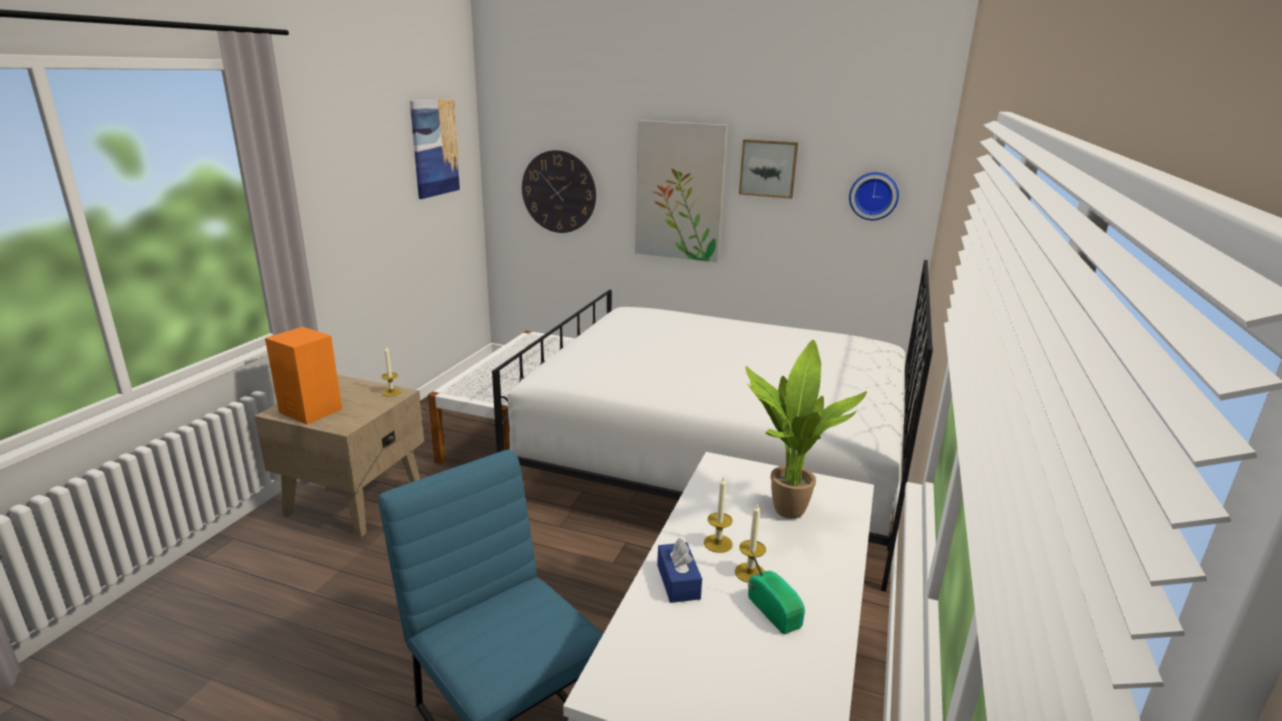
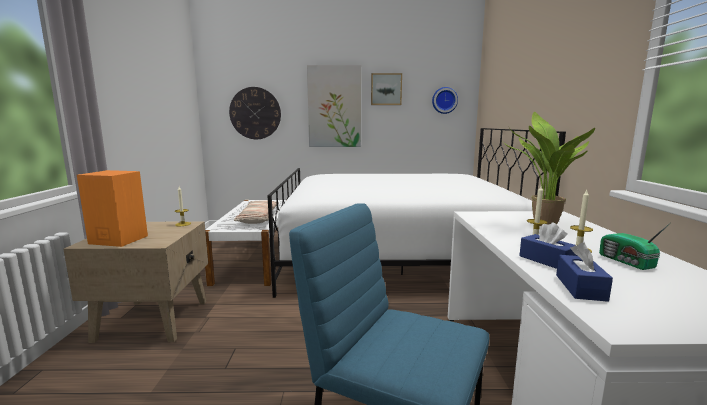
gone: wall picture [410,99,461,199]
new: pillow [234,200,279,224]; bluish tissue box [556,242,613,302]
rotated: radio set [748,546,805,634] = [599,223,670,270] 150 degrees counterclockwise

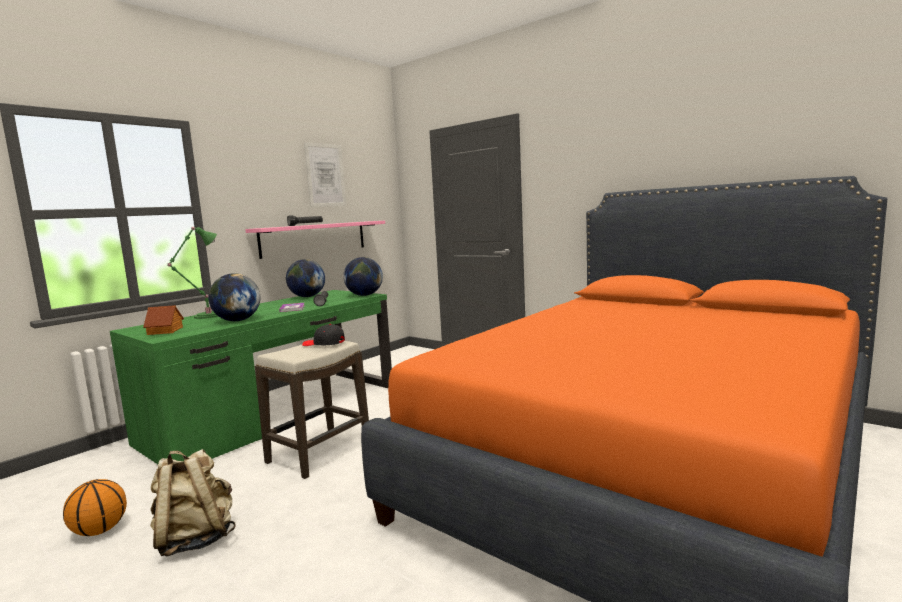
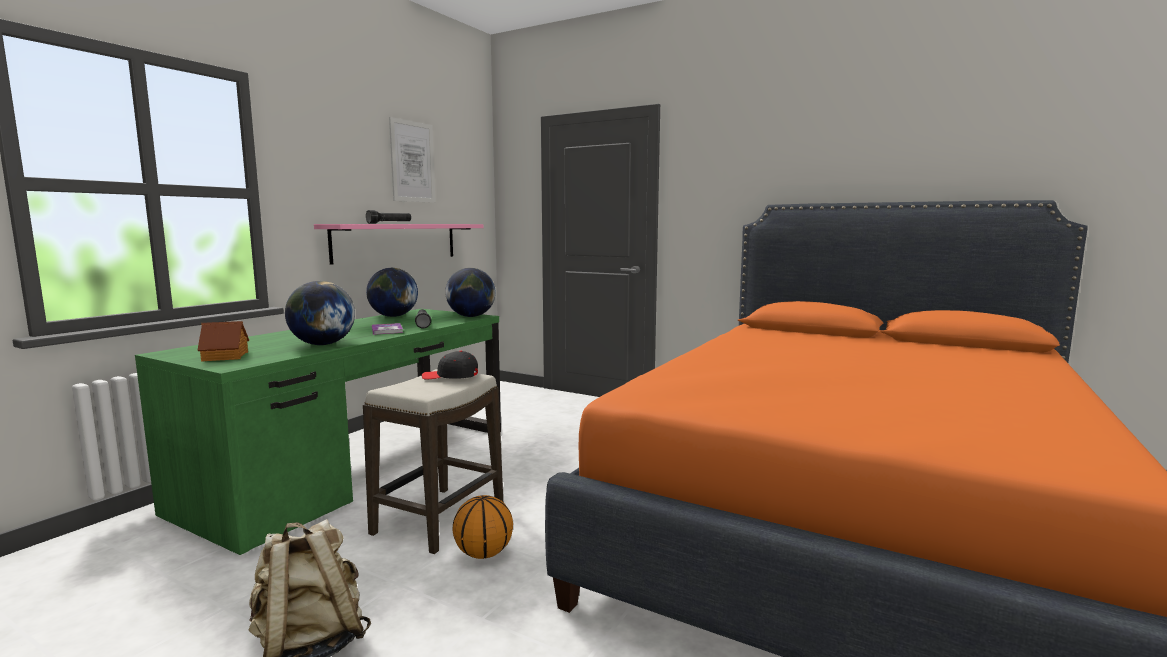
gone: greenish table lamp [167,227,219,319]
shifted: basketball [63,479,127,536] to [453,495,513,559]

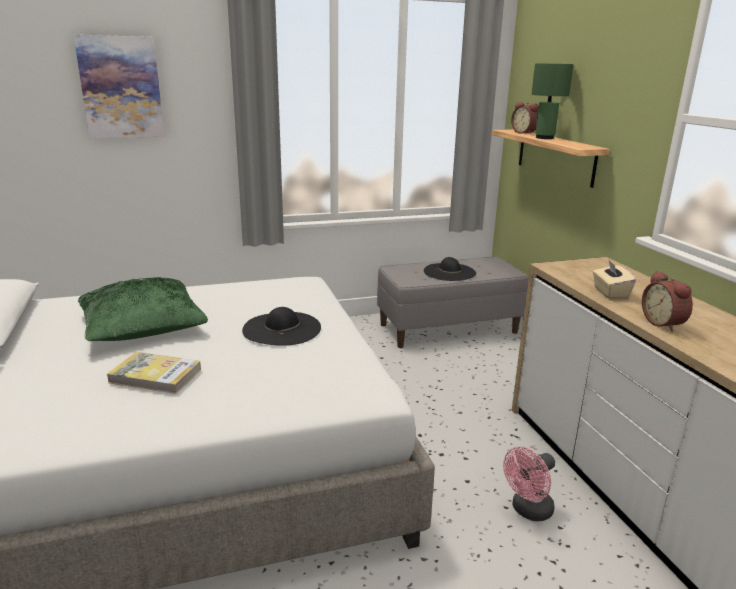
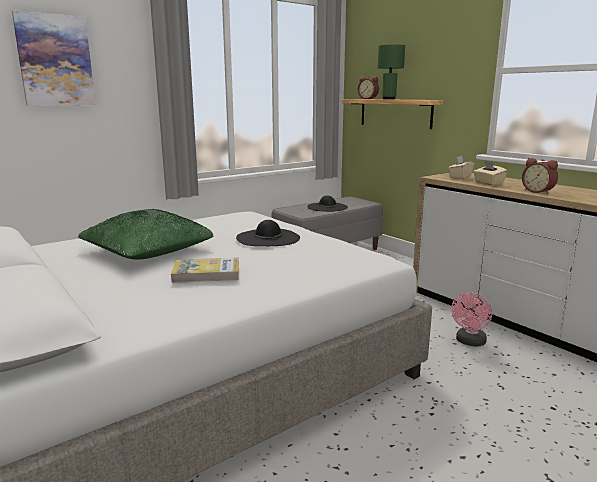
new: sand-coloured tissue box [448,156,474,179]

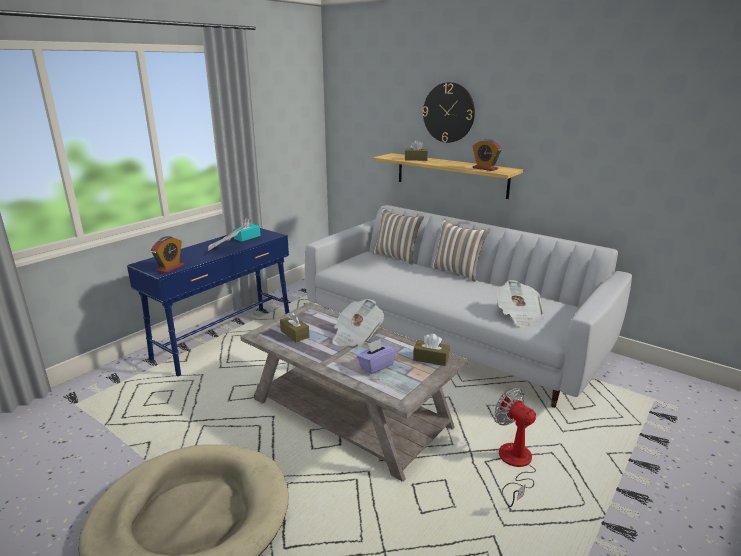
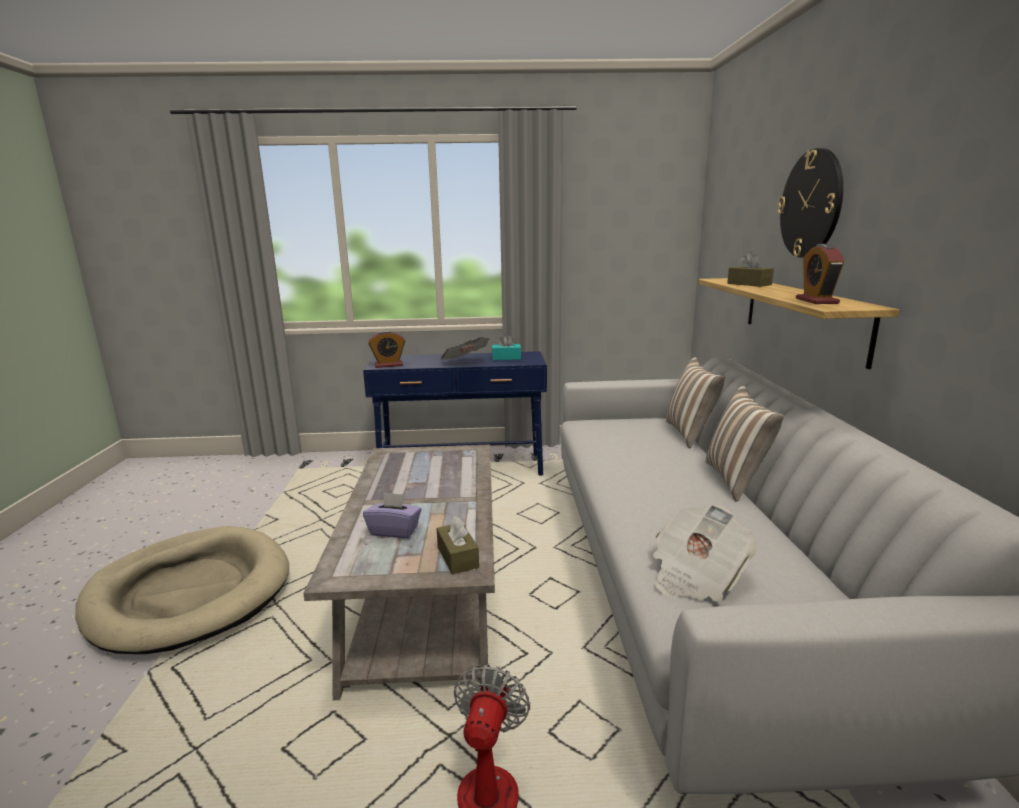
gone: brown tissue box [280,311,309,342]; daily paper [332,299,384,347]

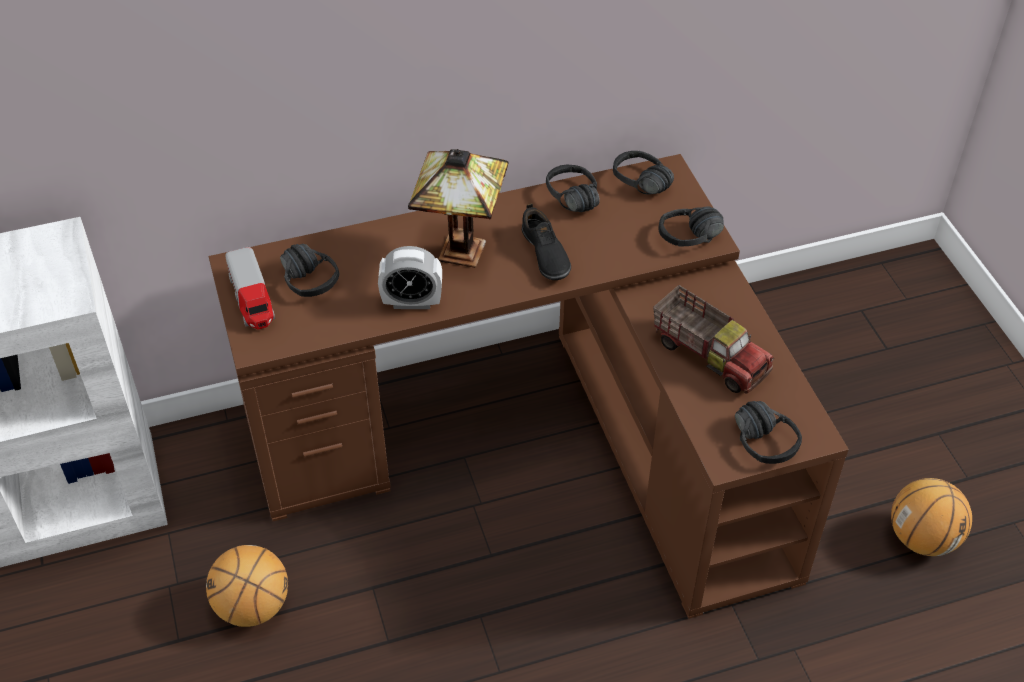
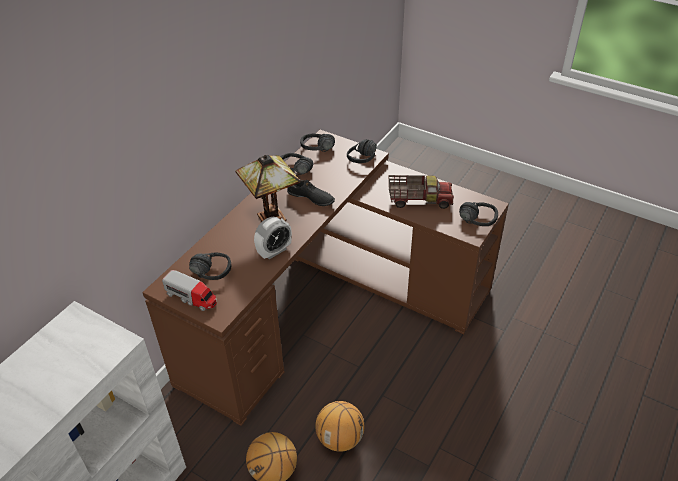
shifted: basketball [891,478,972,556] to [315,401,364,452]

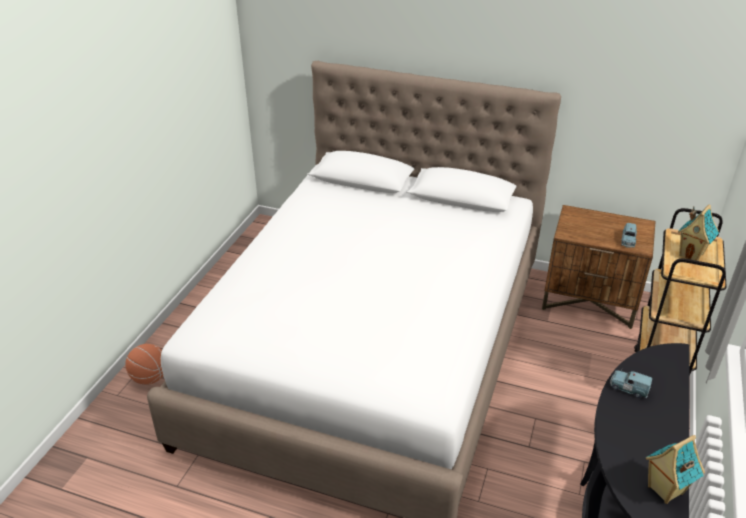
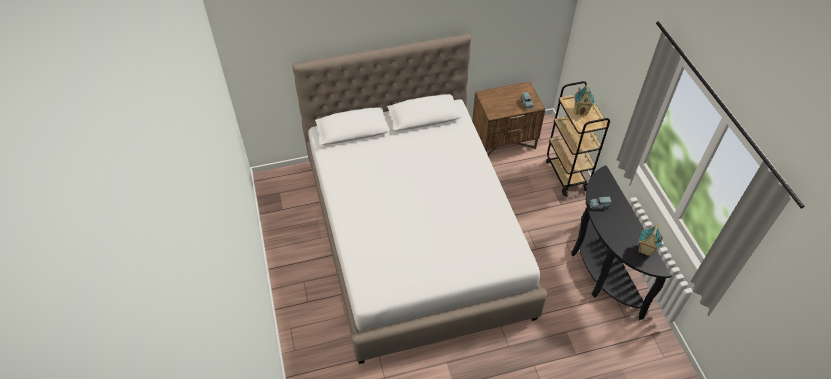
gone: basketball [125,344,163,385]

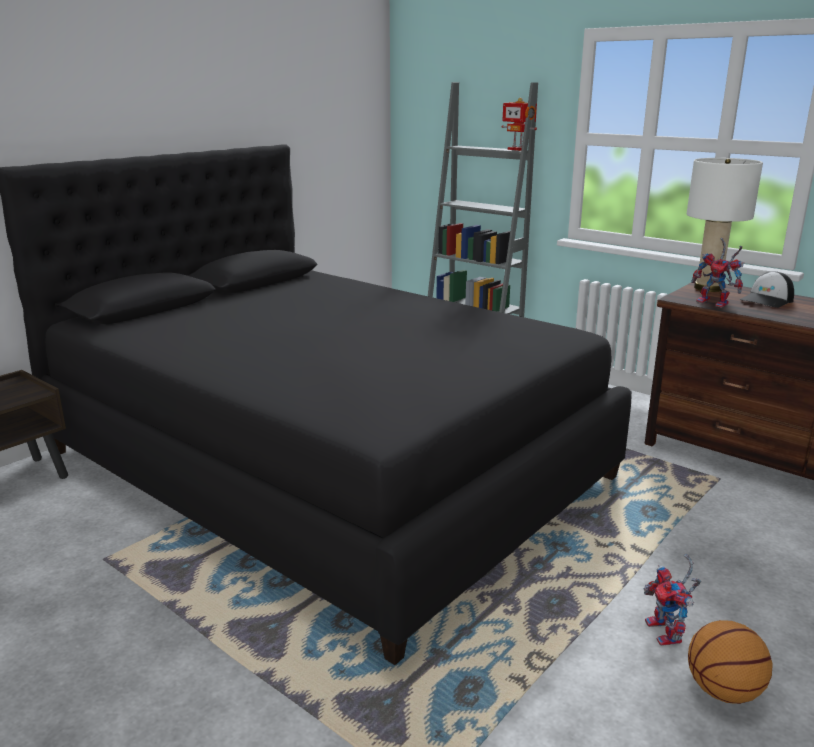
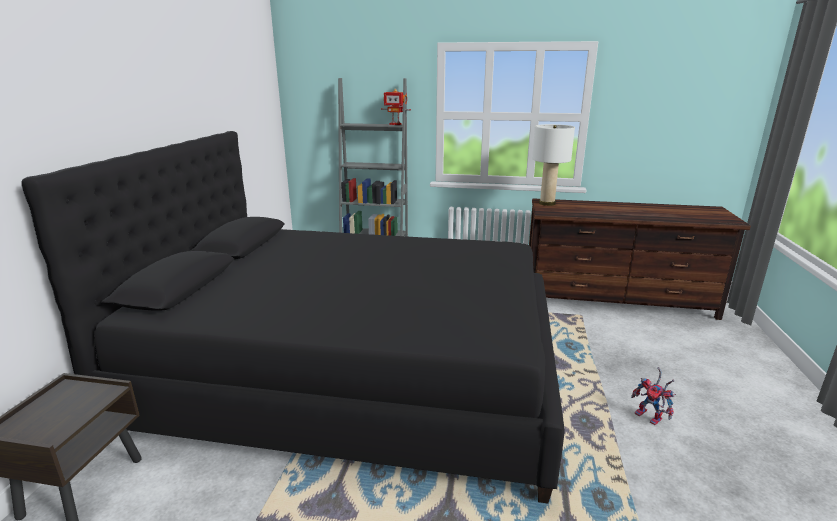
gone: basketball [688,620,773,704]; model robot [691,238,744,307]; peaked cap [739,271,794,308]

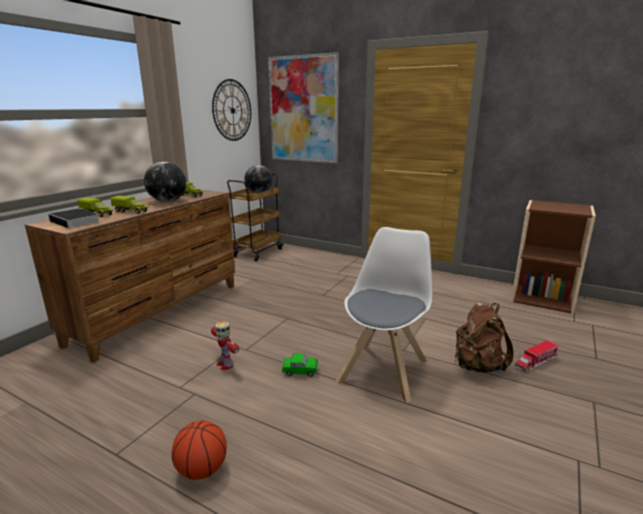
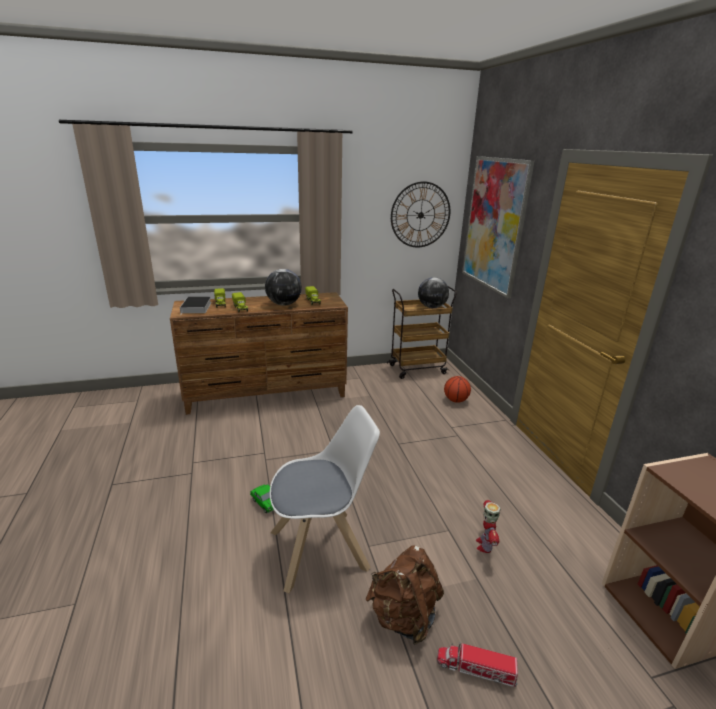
shifted: basketball [172,421,227,480] to [444,376,471,403]; model robot [211,321,239,370] to [476,500,501,553]

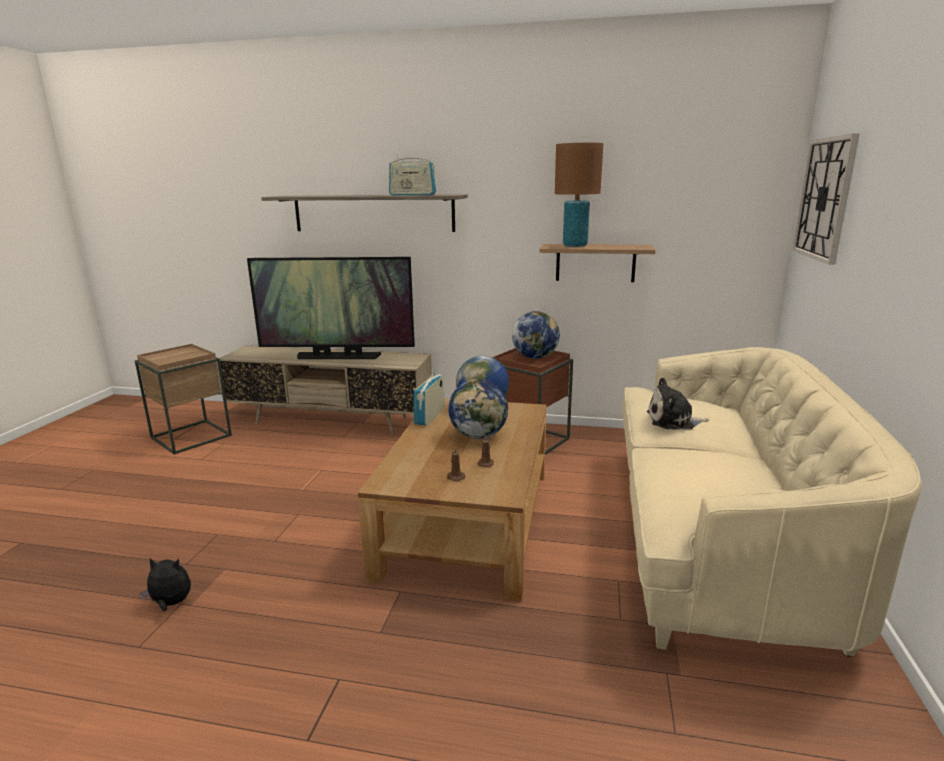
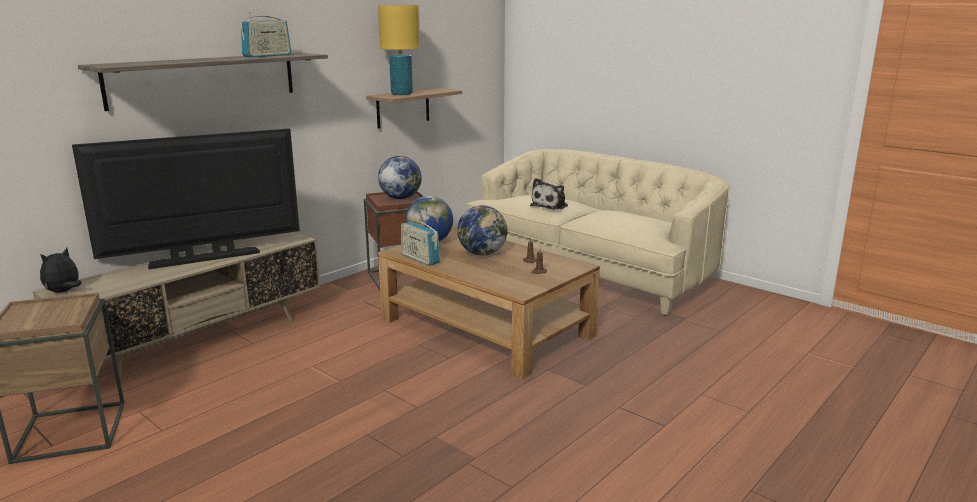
gone: wall clock [792,133,860,265]
shifted: soft toy [140,558,191,612] to [40,248,82,293]
repainted: brown table lamp [555,143,604,247] to yellow-coloured table lamp [378,5,420,95]
rotated: TV set [247,257,415,359] = [72,128,300,269] 150 degrees counterclockwise

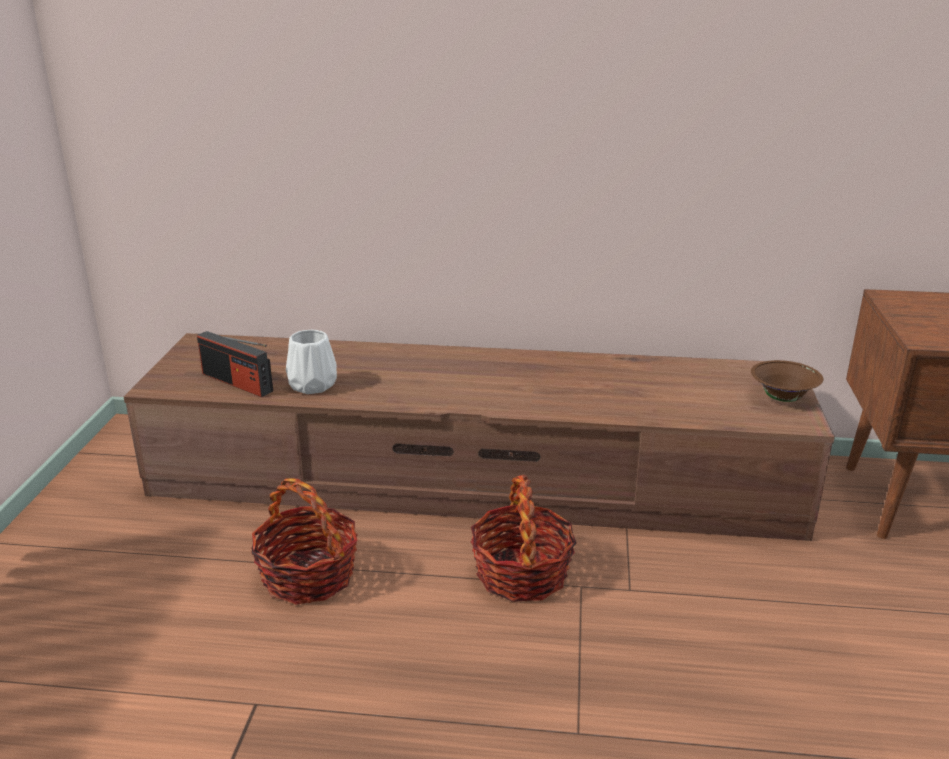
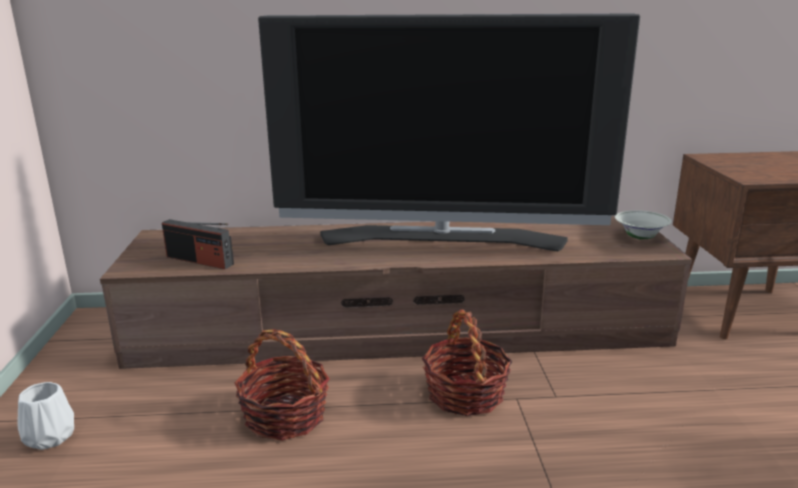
new: TV set [258,14,640,251]
shifted: white decorative vase [286,330,337,394] to [18,382,74,450]
repainted: brown bowl [751,360,824,402] to white bowl [615,210,672,240]

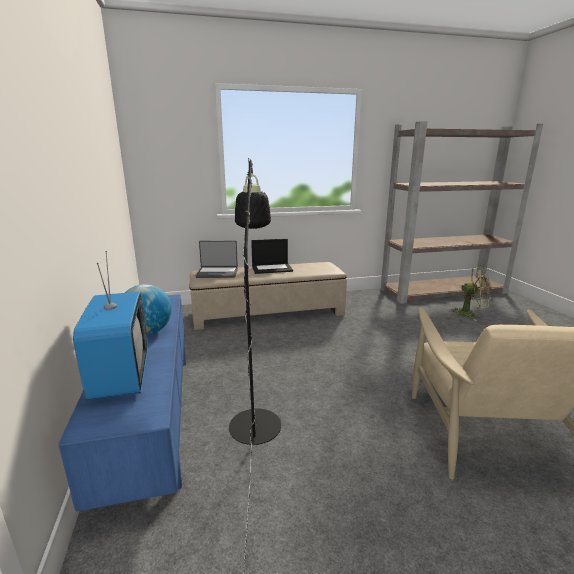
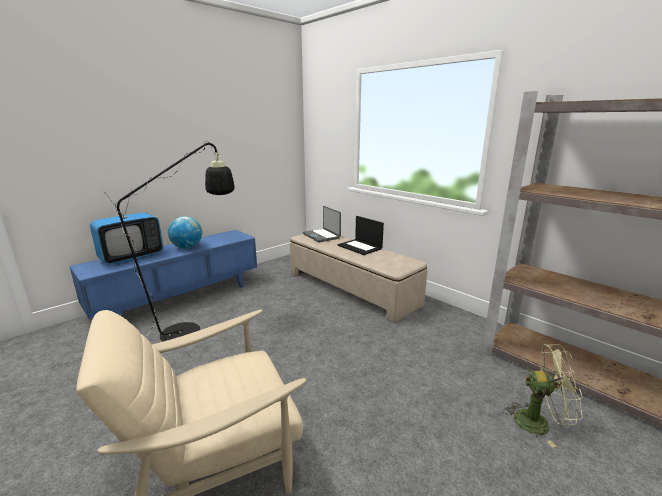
rotated: greenish electric fan [451,267,490,321] = [502,344,583,448] 60 degrees counterclockwise

